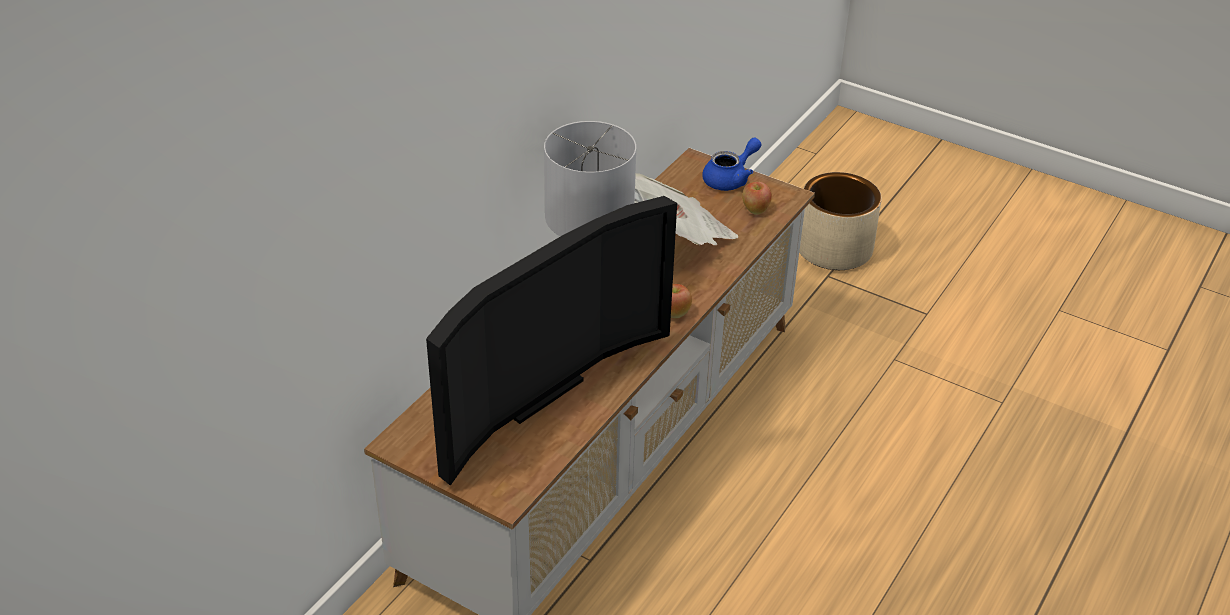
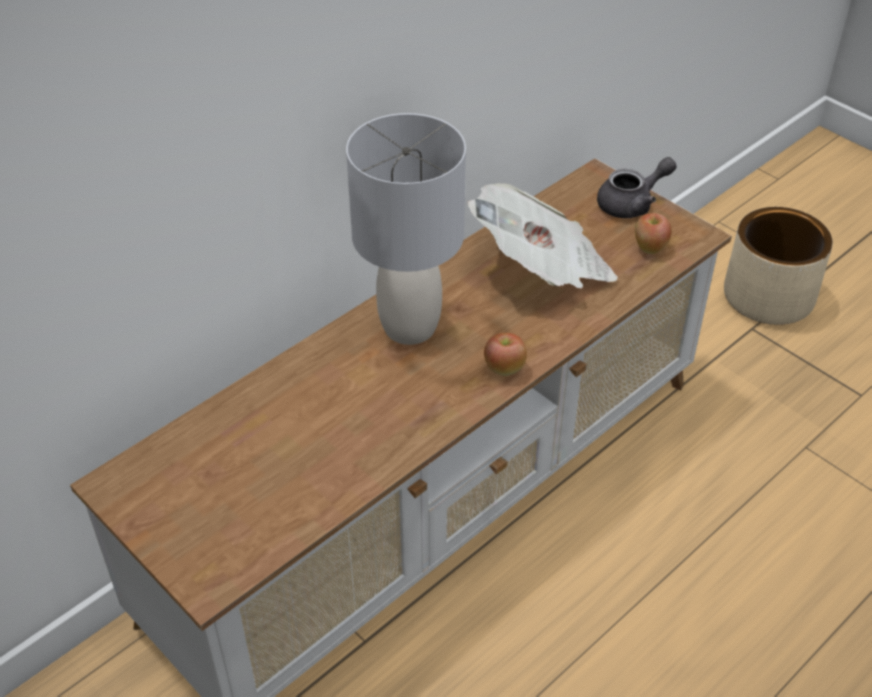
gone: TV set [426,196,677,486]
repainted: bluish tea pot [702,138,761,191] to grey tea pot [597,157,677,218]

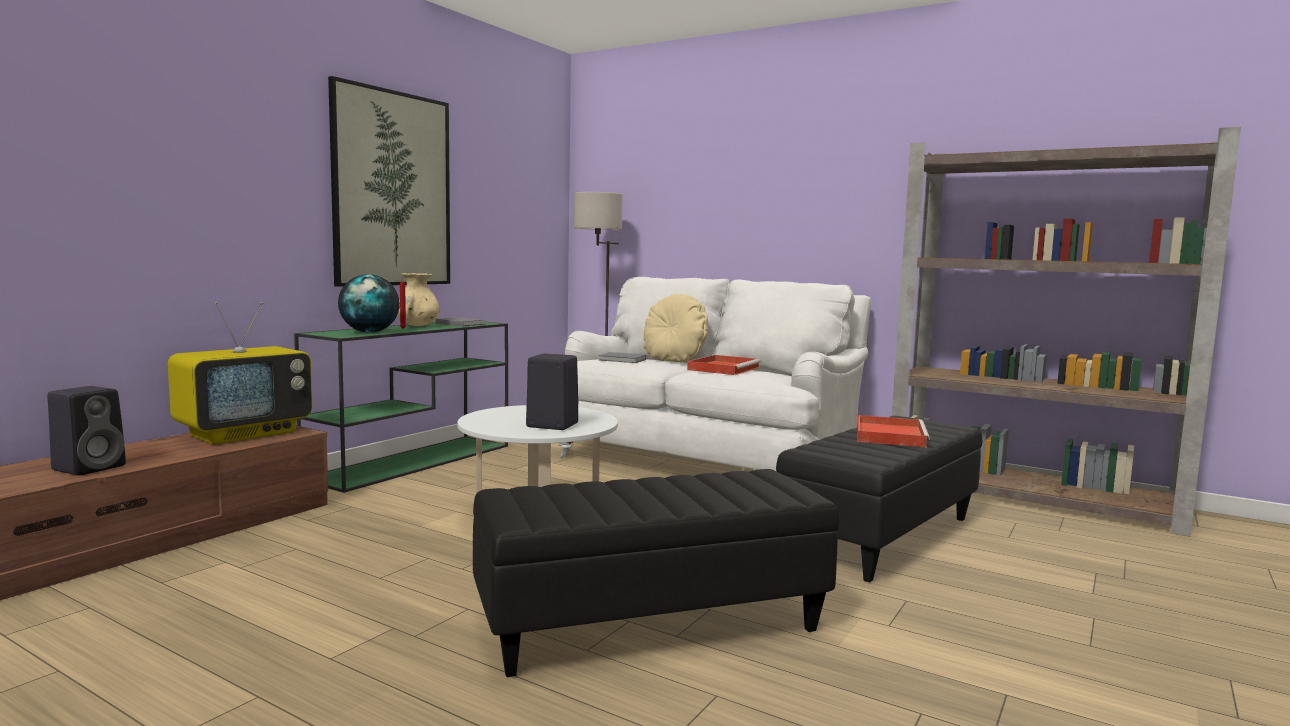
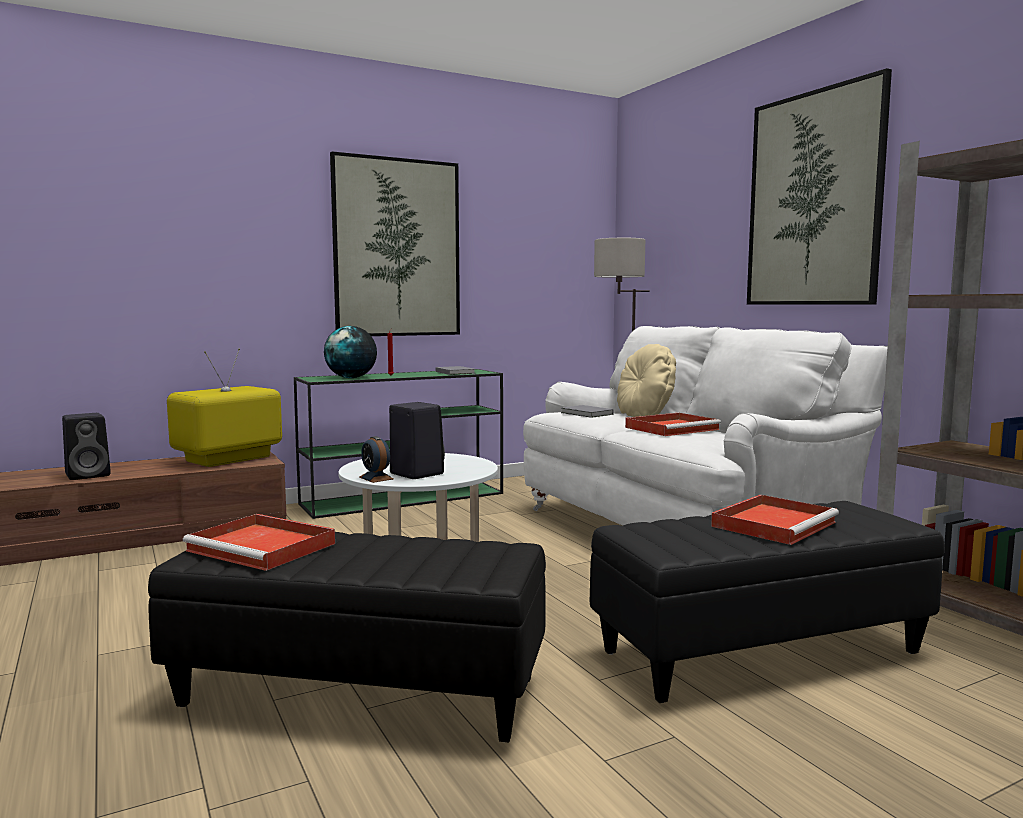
gone: sand-coloured decorative vase [398,273,439,326]
new: red serving tray [183,514,335,571]; table clock [359,436,393,483]; wall picture [747,68,892,305]
rotated: TV set [168,302,313,445] = [167,348,282,467] 150 degrees clockwise

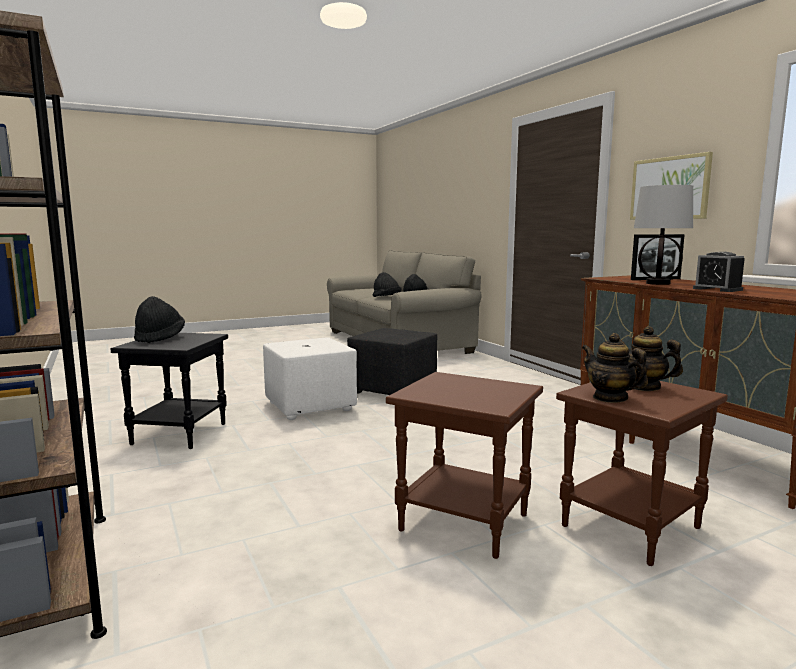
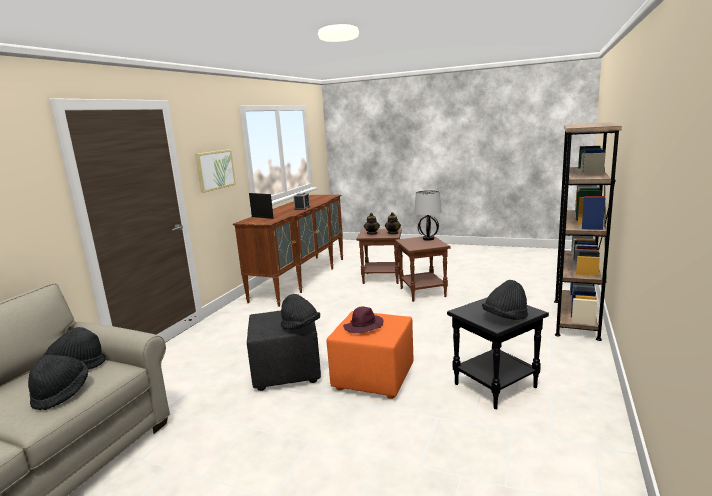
new: black wearable hat [281,294,320,330]; purplish wearable hat [343,307,384,333]
shifted: table lamp [634,185,693,285] to [414,190,442,241]
repainted: white footrest [263,337,357,420] to orange-coloured footrest [326,311,413,399]

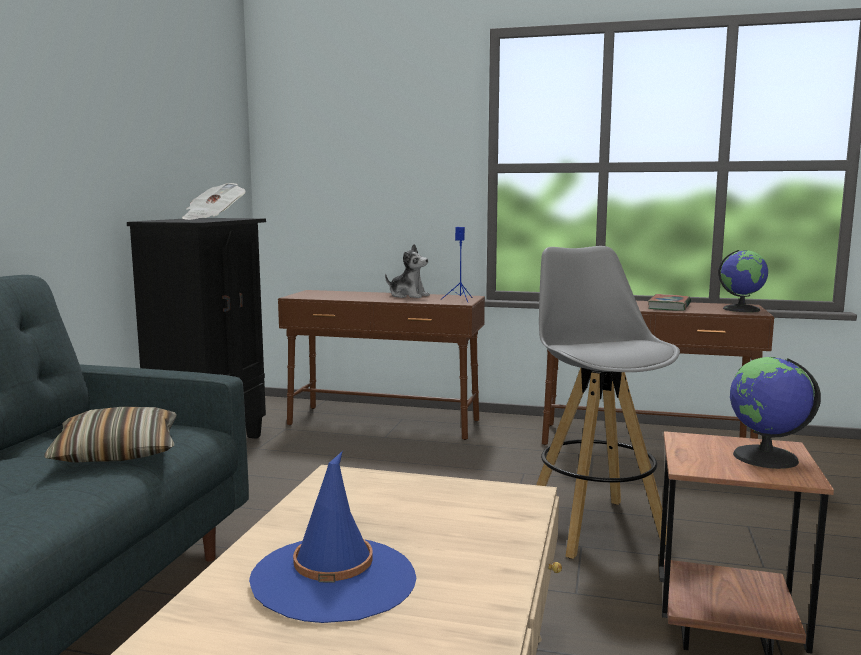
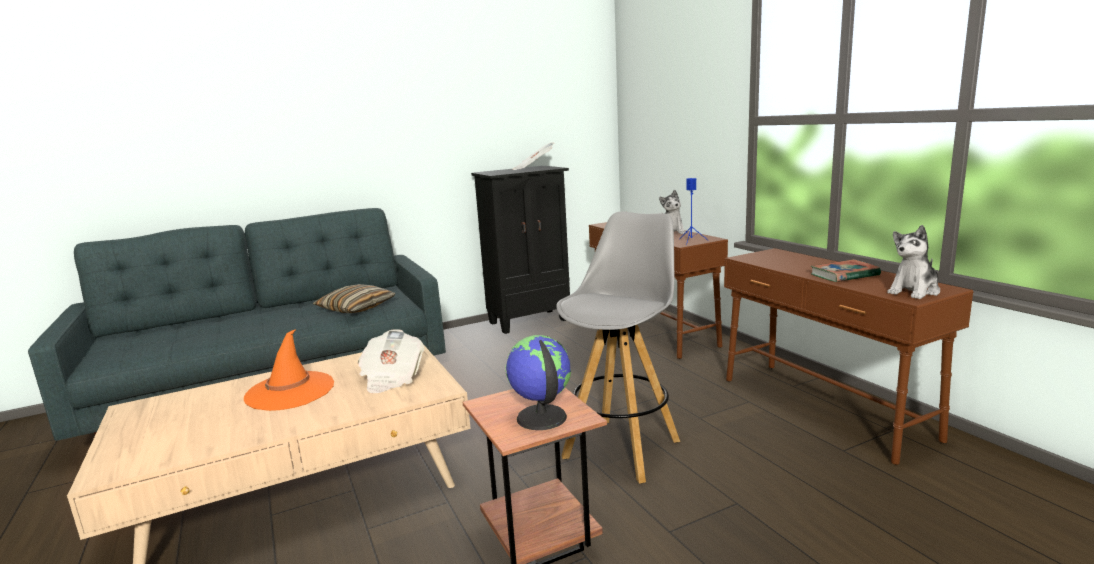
new: daily paper [358,329,424,394]
swapped: world globe [718,250,768,312] to soft toy [887,225,940,299]
repainted: bluish wearable hat [249,451,416,623] to orange-coloured wearable hat [244,329,334,411]

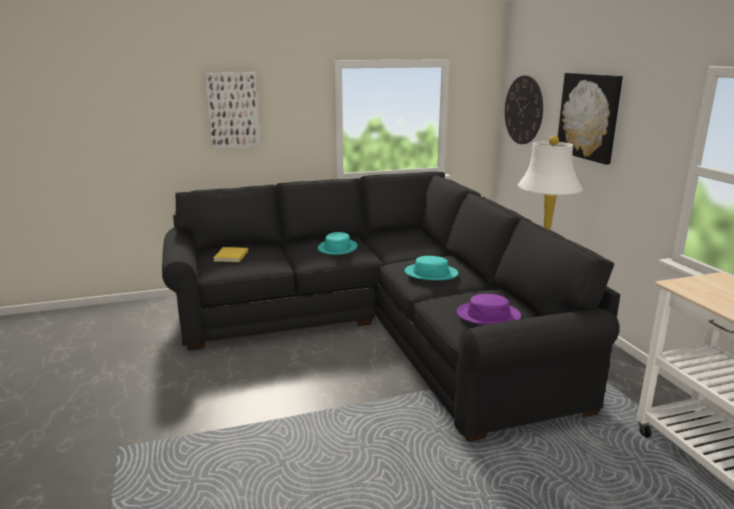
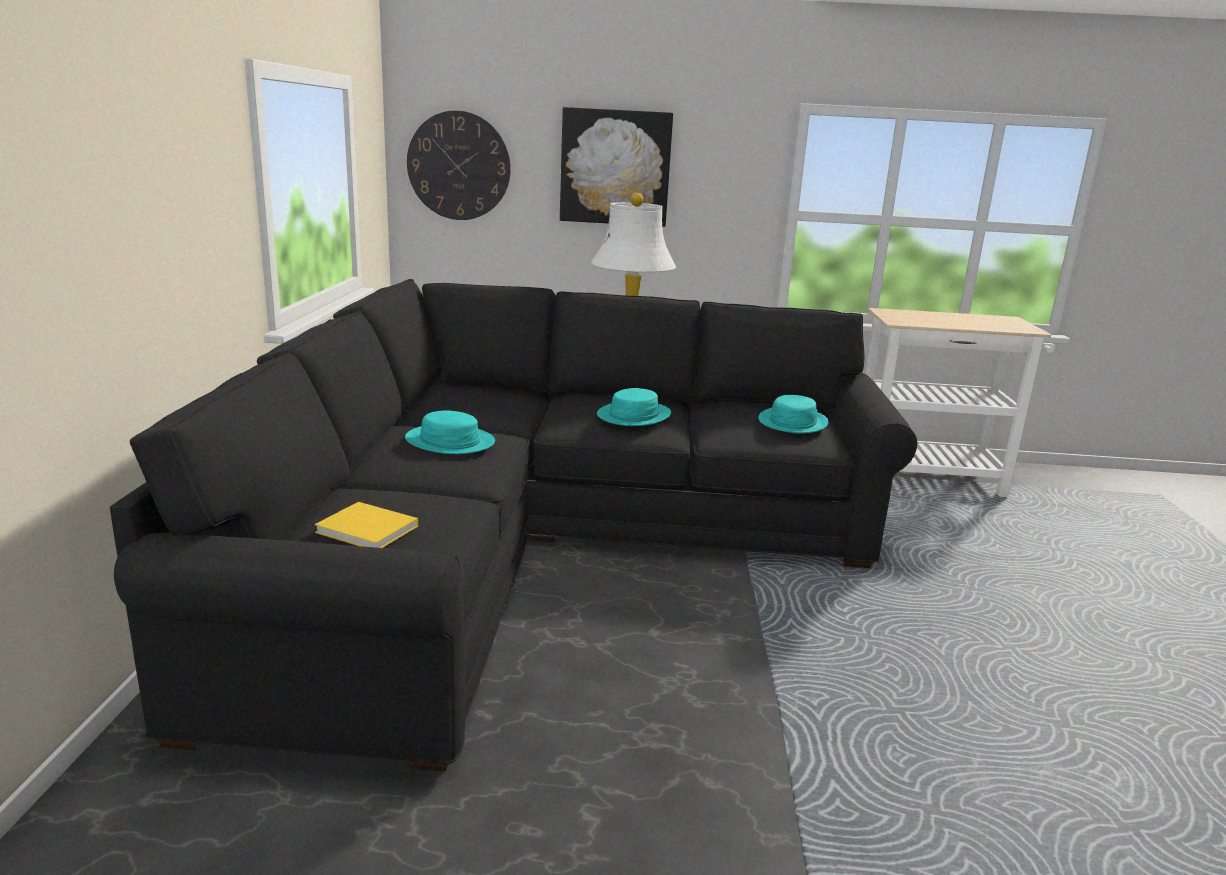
gone: wall picture [205,72,260,149]
repainted: purplish wearable hat [457,294,521,325] to blue-green wearable hat [758,395,829,434]

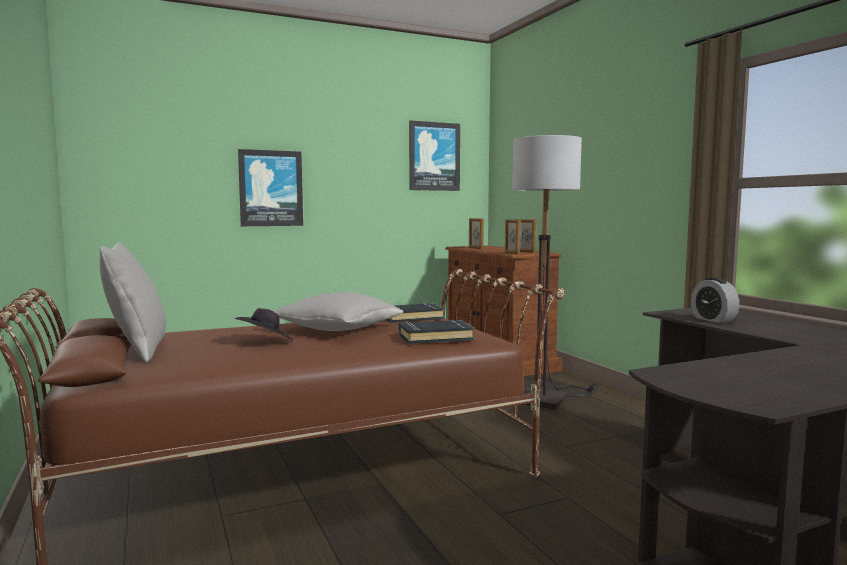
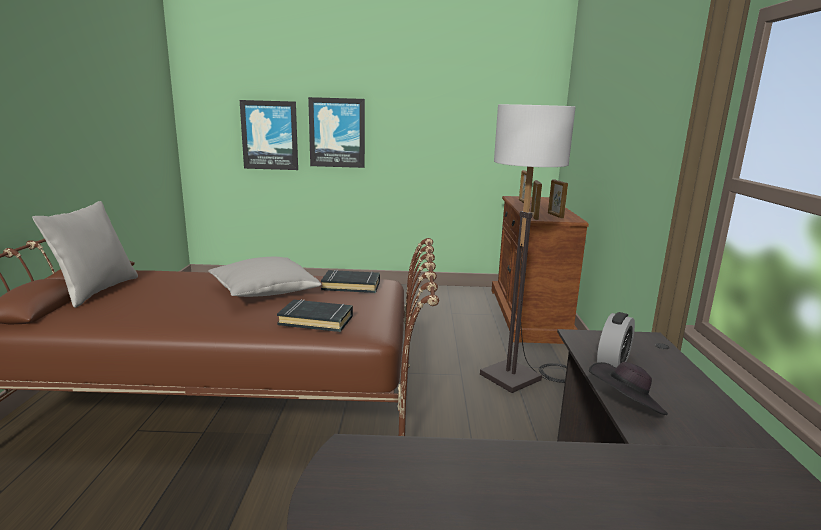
shifted: black wearable hat [234,308,293,341] to [589,362,668,415]; wall picture [409,121,460,191] to [240,100,298,170]
rotated: table clock [691,278,739,323] = [597,312,635,368] 150 degrees counterclockwise

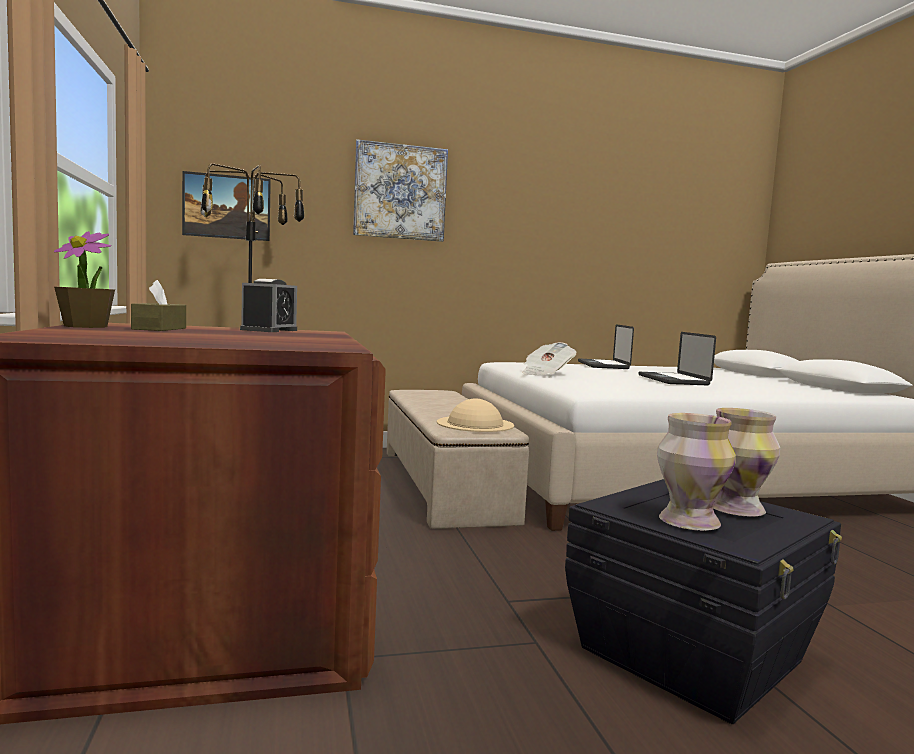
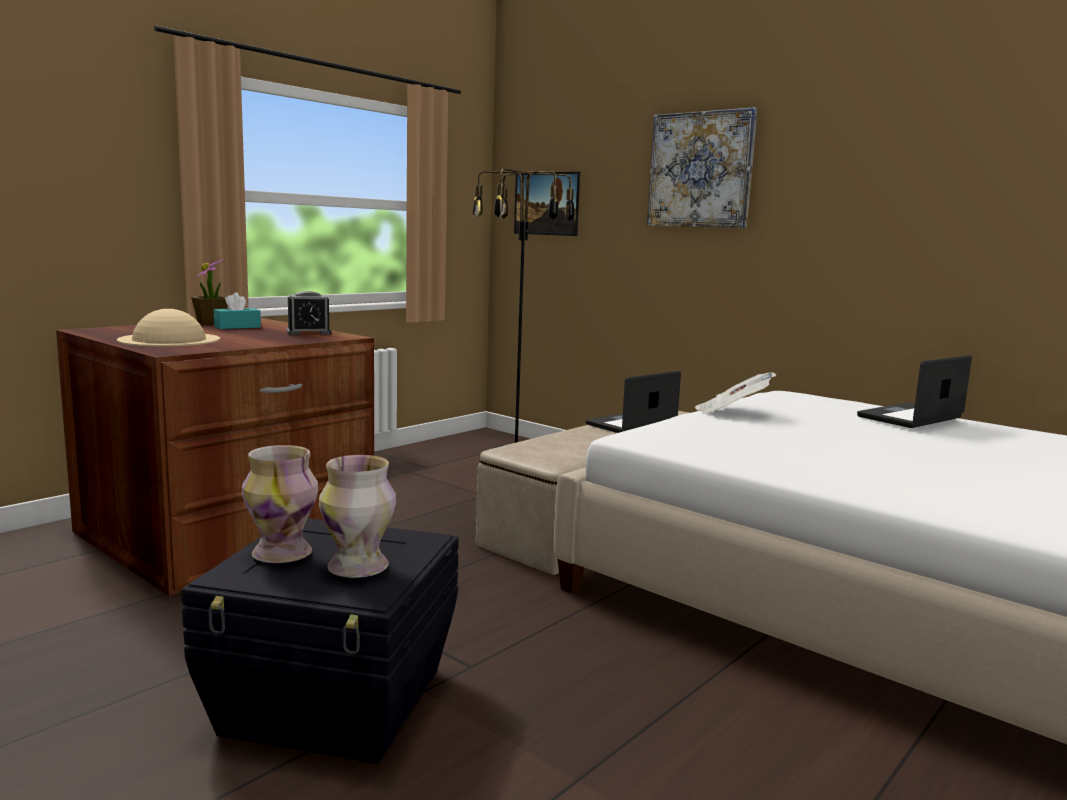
shifted: sand-coloured wearable hat [437,399,514,432] to [116,309,220,347]; laptop [639,332,716,385] to [586,371,681,433]
repainted: brown tissue box [131,280,186,331] to blue-green tissue box [214,292,261,329]

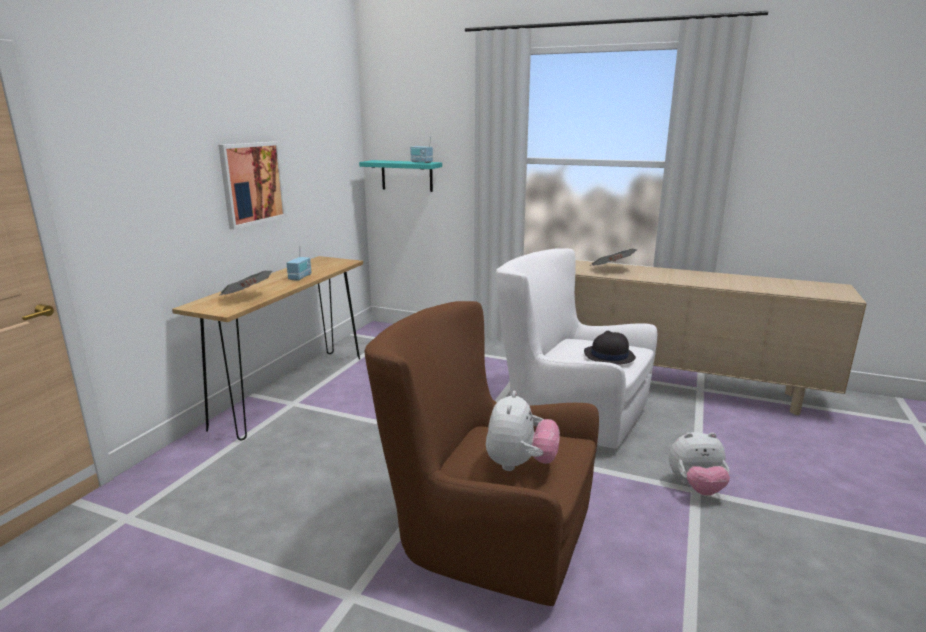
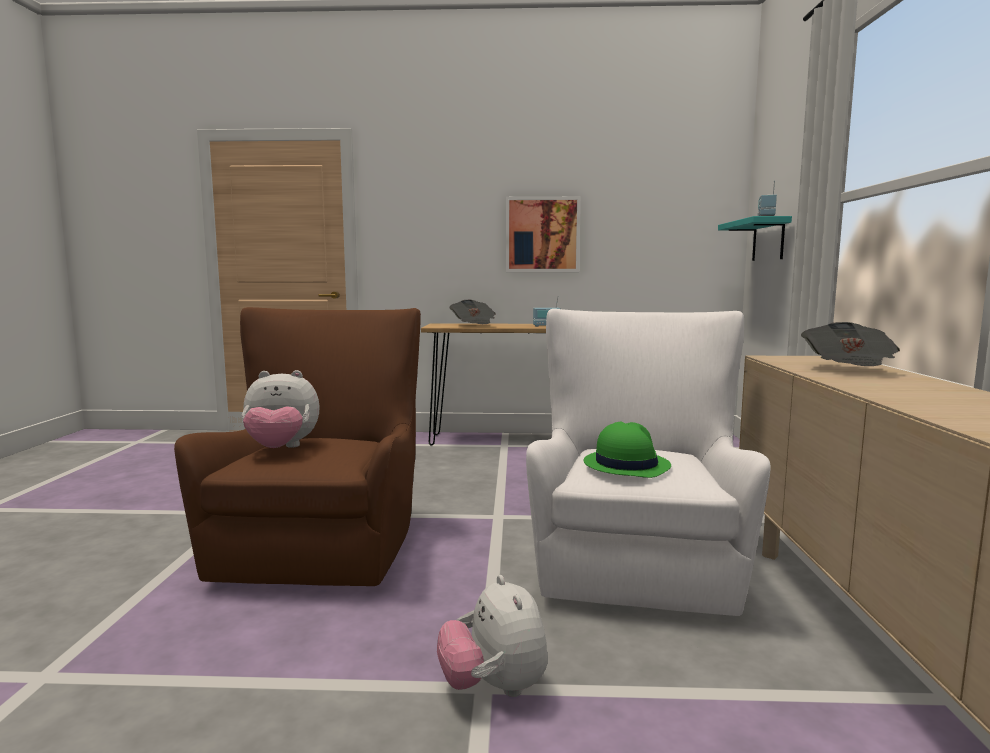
repainted: black wearable hat [584,331,636,365] to greenish wearable hat [584,422,671,478]

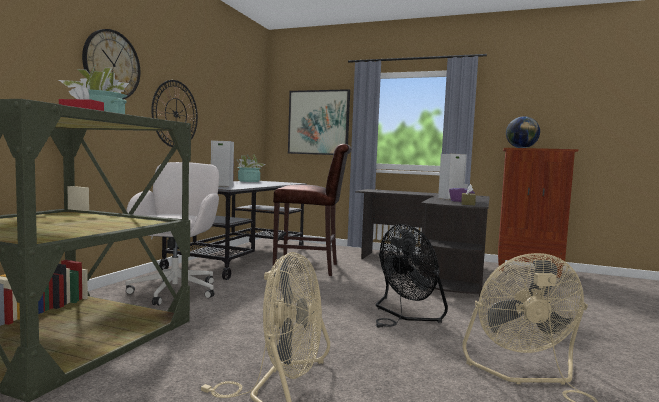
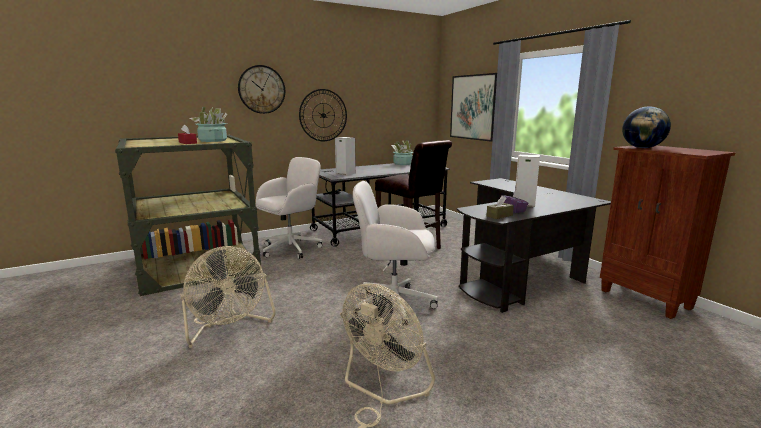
swapped: black electric fan [376,224,448,328] to white computer chair [353,181,438,326]

